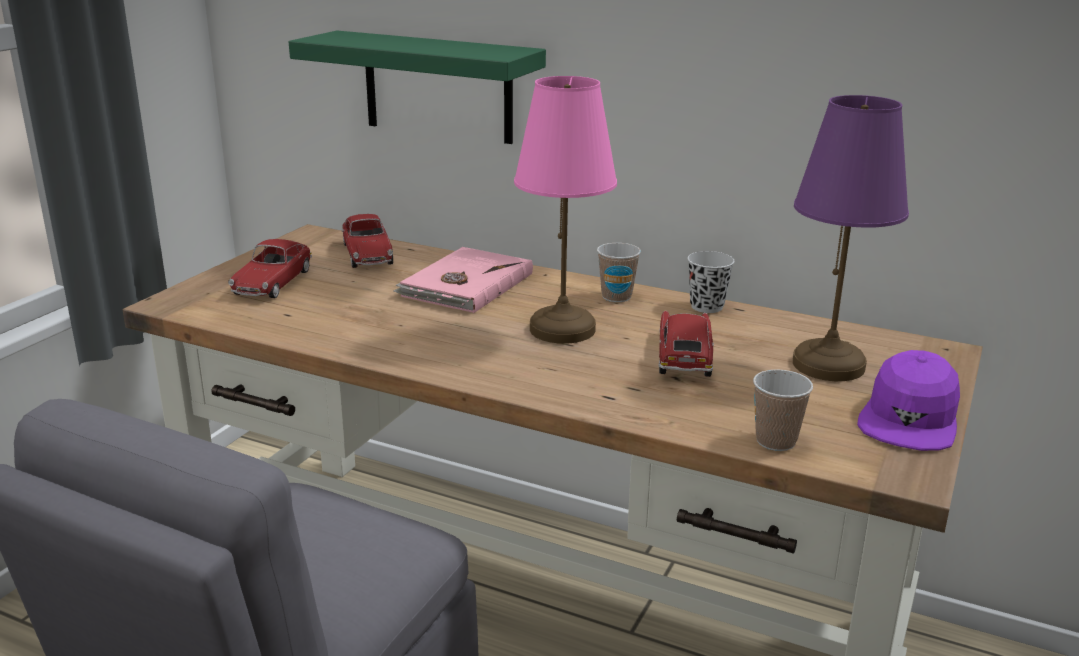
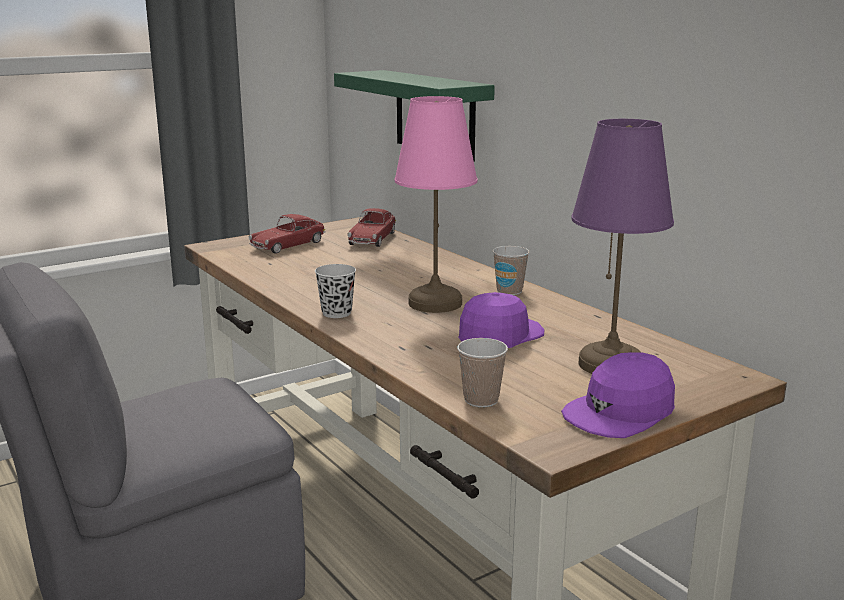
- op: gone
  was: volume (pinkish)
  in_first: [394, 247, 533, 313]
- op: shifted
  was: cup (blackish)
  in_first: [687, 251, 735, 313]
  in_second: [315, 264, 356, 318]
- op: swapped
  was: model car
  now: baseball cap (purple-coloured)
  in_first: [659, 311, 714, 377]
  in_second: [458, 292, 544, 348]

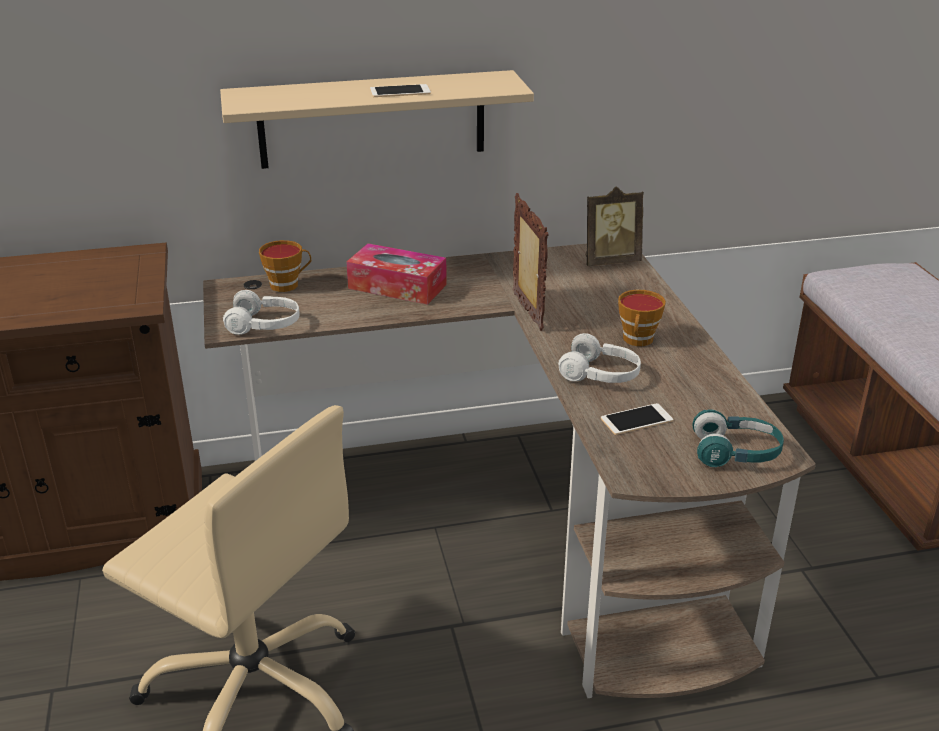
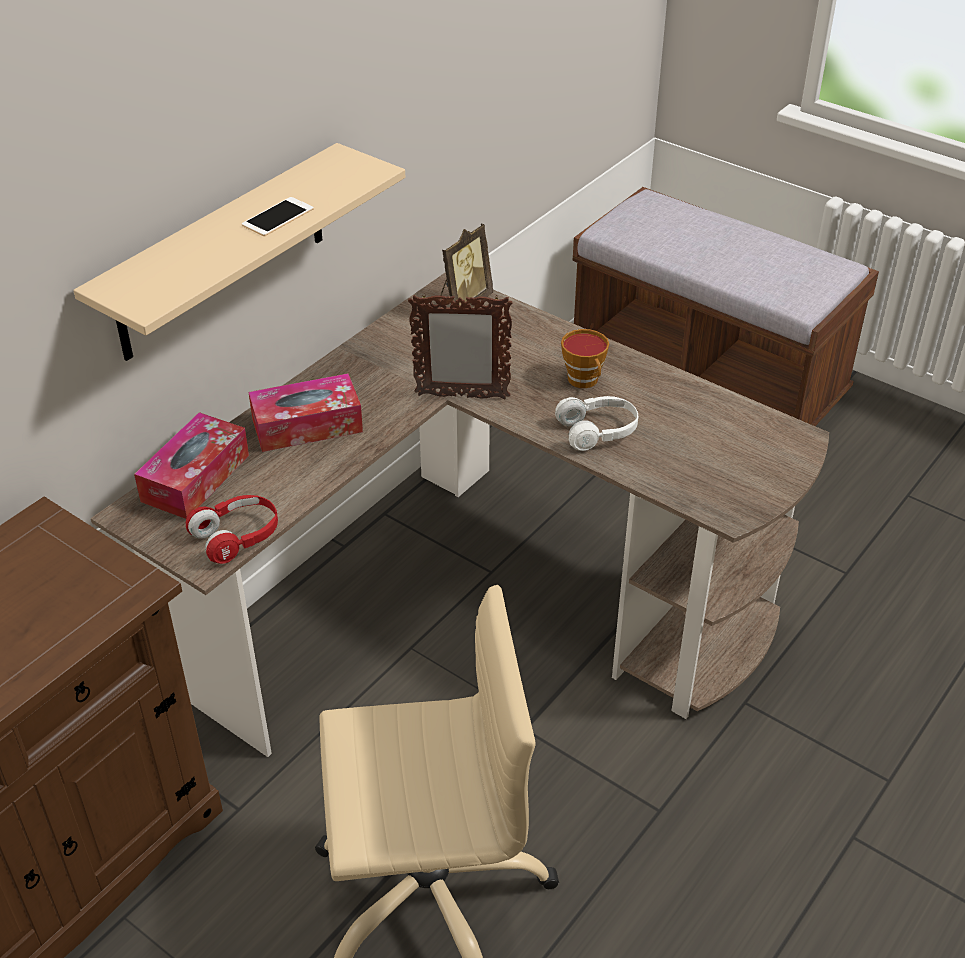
- op: rotated
  was: standing frame
  in_first: [513, 193, 549, 331]
  in_second: [408, 294, 512, 400]
  clockwise: 150
- op: swapped
  was: cup
  now: box of tissues
  in_first: [259, 240, 311, 292]
  in_second: [134, 412, 249, 519]
- op: repainted
  was: headphones (white)
  now: headphones (reddish)
  in_first: [223, 290, 300, 335]
  in_second: [186, 495, 278, 564]
- op: gone
  was: handset
  in_first: [601, 403, 673, 435]
- op: gone
  was: headphones (blue-green)
  in_first: [692, 409, 784, 467]

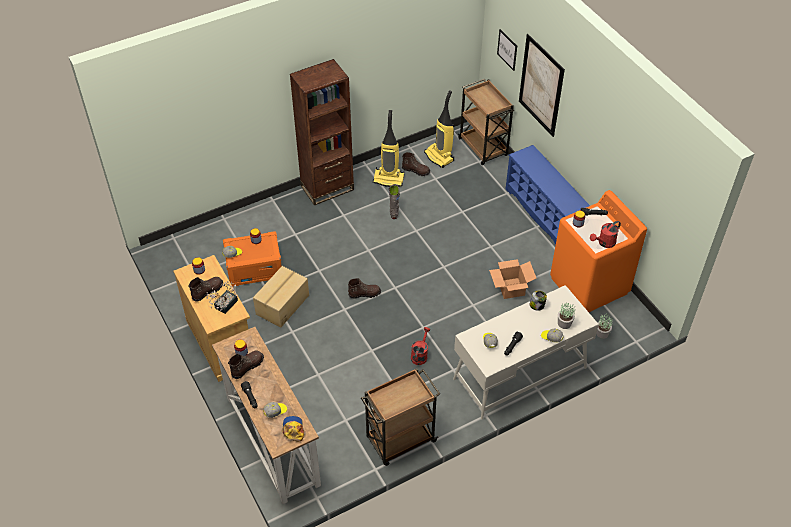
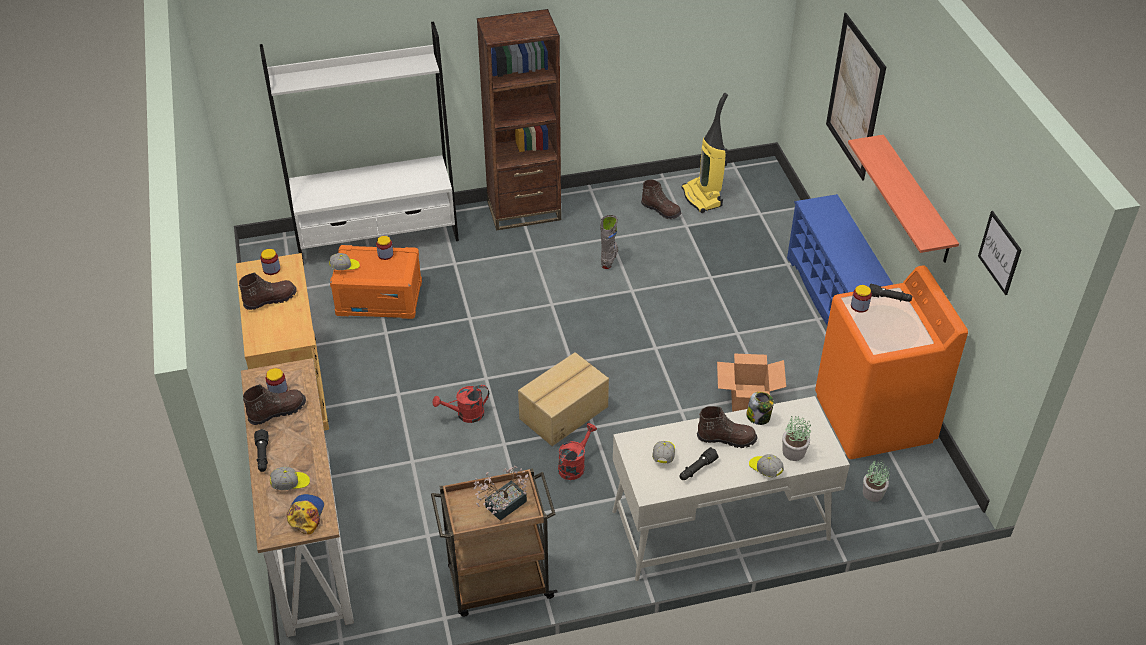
- op: shifted
  was: wall art
  in_first: [497, 29, 517, 71]
  in_second: [978, 211, 1022, 295]
- op: gone
  was: wheeled cart (brownish)
  in_first: [458, 79, 514, 165]
- op: gone
  was: hoover
  in_first: [373, 110, 404, 187]
- op: shifted
  was: watering can (reddish)
  in_first: [590, 221, 621, 248]
  in_second: [433, 385, 489, 423]
- op: shifted
  was: packing box
  in_first: [253, 266, 309, 328]
  in_second: [518, 352, 609, 446]
- op: shifted
  was: high-top boot (brownish)
  in_first: [348, 278, 381, 299]
  in_second: [697, 406, 758, 448]
- op: shifted
  was: potted plant
  in_first: [206, 281, 238, 314]
  in_second: [473, 466, 528, 521]
- op: new
  now: bookcase (white)
  in_second: [260, 22, 459, 266]
- op: new
  now: wall shelf
  in_second: [848, 135, 959, 263]

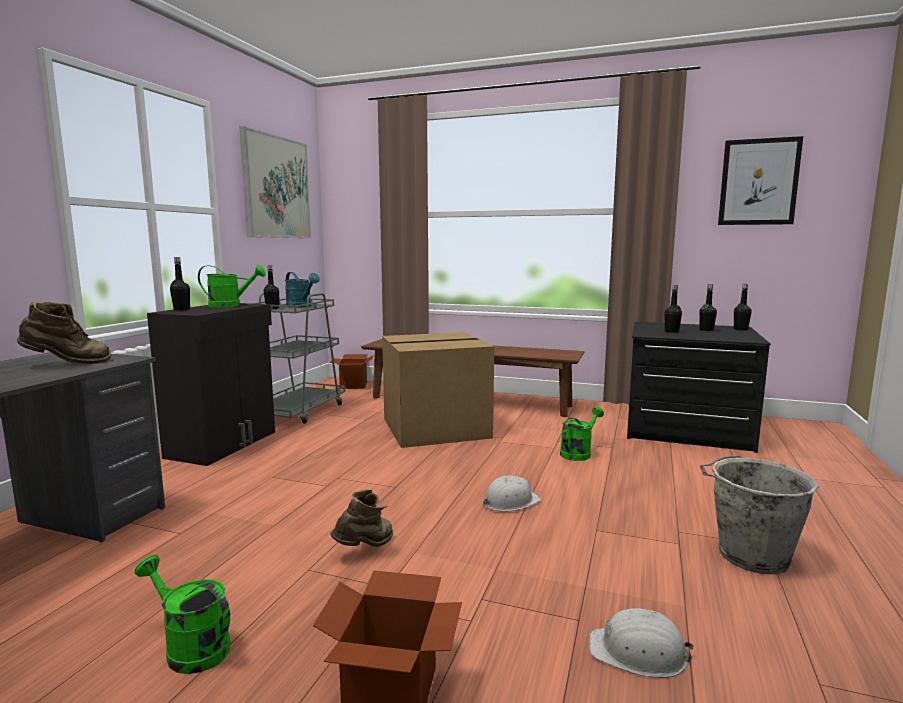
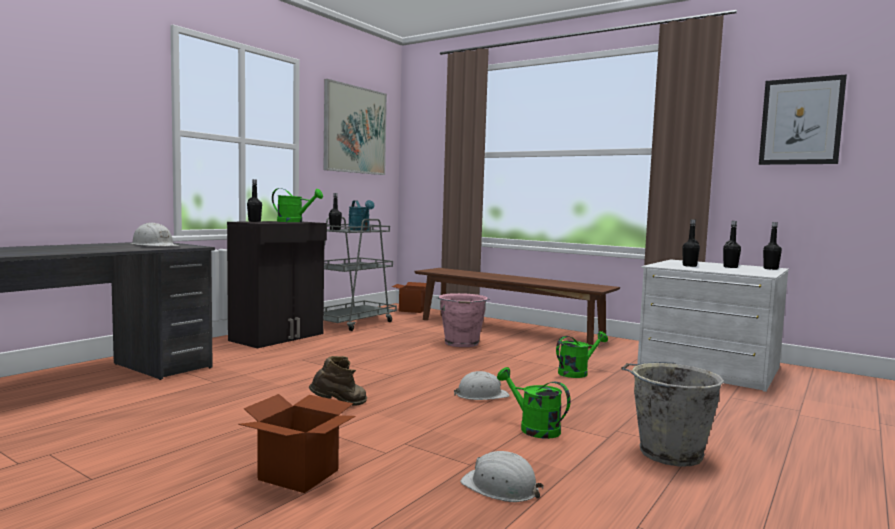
- op: swapped
  was: high-top boot (brownish)
  now: work helmet (white)
  in_first: [17, 302, 111, 364]
  in_second: [131, 223, 179, 246]
- op: repainted
  was: drawer chest (blackish)
  now: drawer chest (white)
  in_first: [627, 322, 771, 453]
  in_second: [637, 259, 789, 392]
- op: swapped
  was: packing box
  now: water bucket (pinkish)
  in_first: [382, 332, 494, 448]
  in_second: [437, 293, 490, 347]
- op: shifted
  was: watering can (greenish)
  in_first: [135, 555, 231, 674]
  in_second: [497, 367, 570, 439]

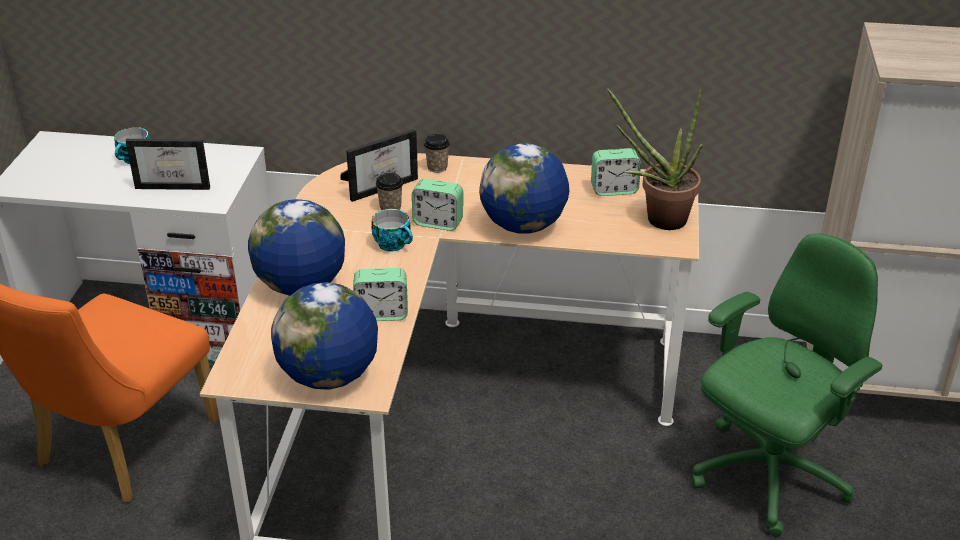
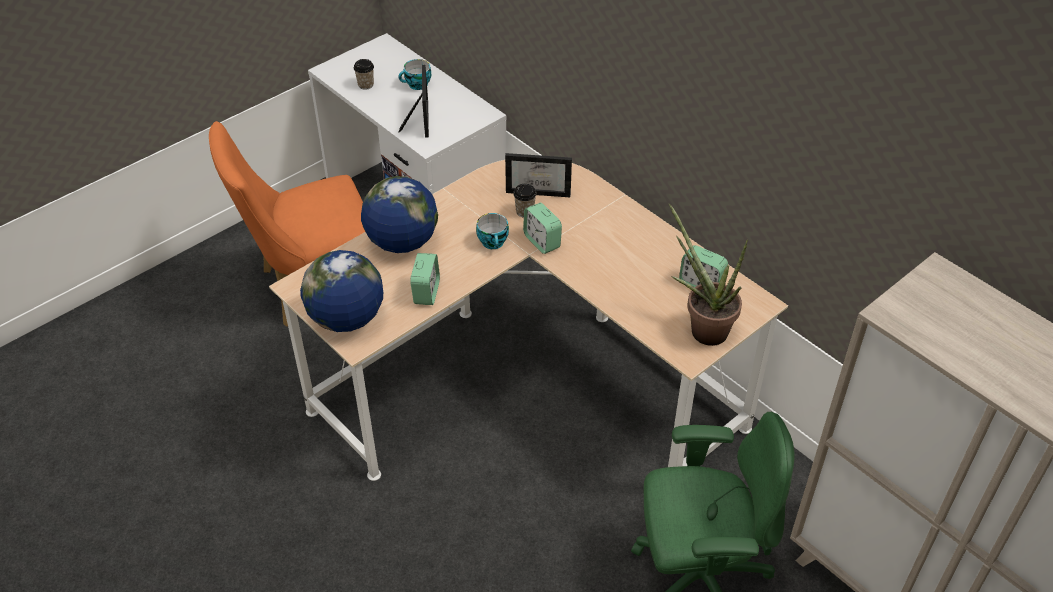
- op: shifted
  was: cup
  in_first: [424, 134, 450, 173]
  in_second: [354, 59, 374, 90]
- op: rotated
  was: standing frame
  in_first: [126, 139, 210, 190]
  in_second: [398, 65, 429, 138]
  clockwise: -135
- op: gone
  was: globe
  in_first: [479, 143, 569, 233]
- op: rotated
  was: bedside clock
  in_first: [353, 268, 408, 321]
  in_second: [410, 253, 440, 305]
  clockwise: -120

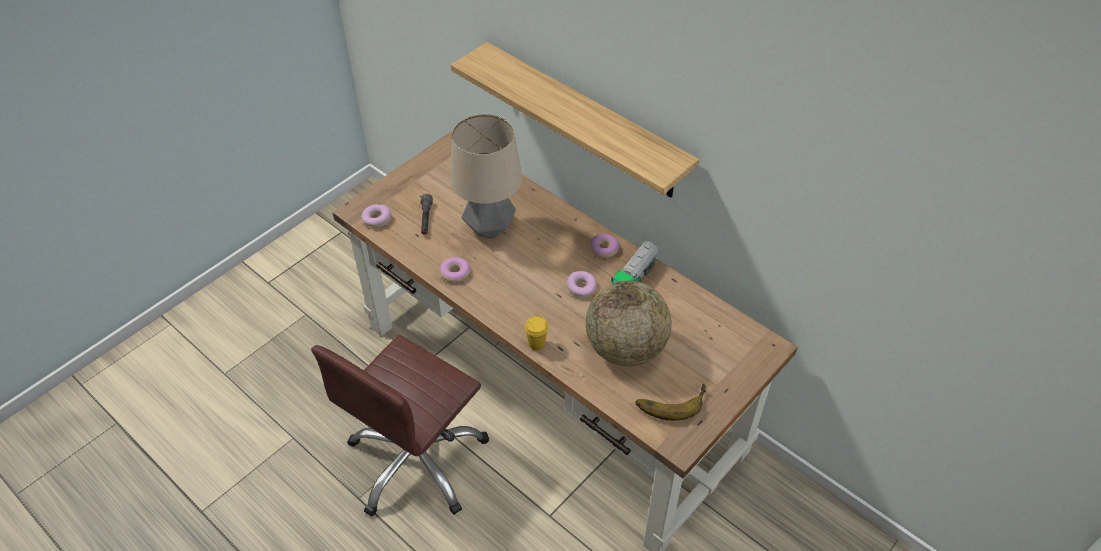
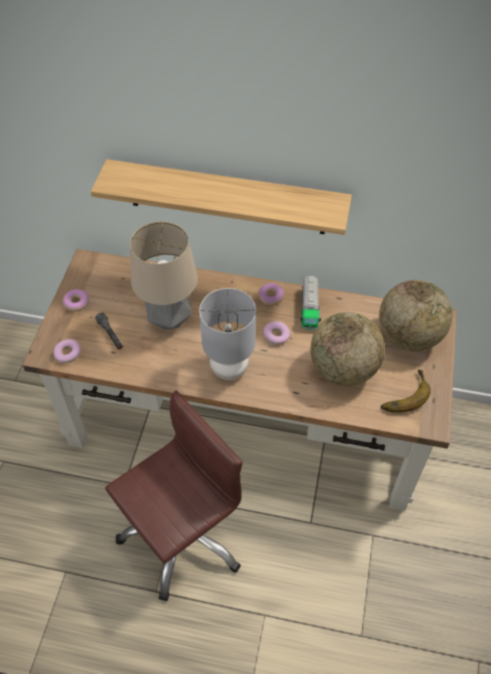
- op: shifted
  was: doughnut
  in_first: [440, 257, 471, 283]
  in_second: [63, 289, 89, 311]
- op: gone
  was: cup (yellow-coloured)
  in_first: [525, 316, 549, 350]
- op: rotated
  was: desk chair (brownish)
  in_first: [311, 335, 489, 517]
  in_second: [105, 390, 243, 601]
  clockwise: -135
- op: new
  now: globe
  in_second: [379, 280, 452, 351]
- op: new
  now: lamp for a table (gray)
  in_second: [199, 288, 256, 380]

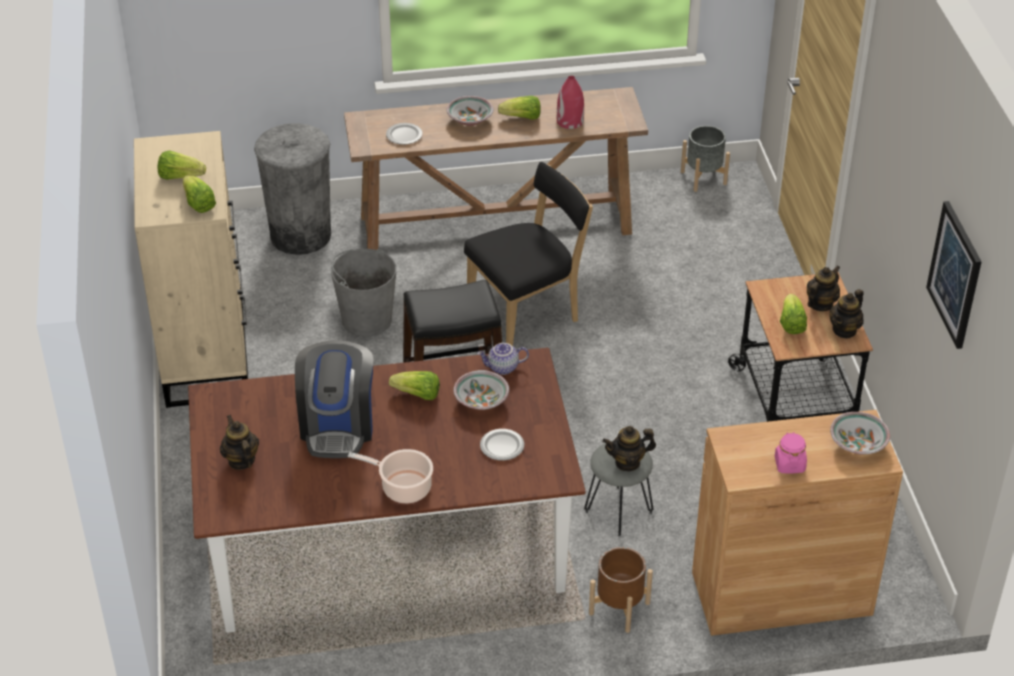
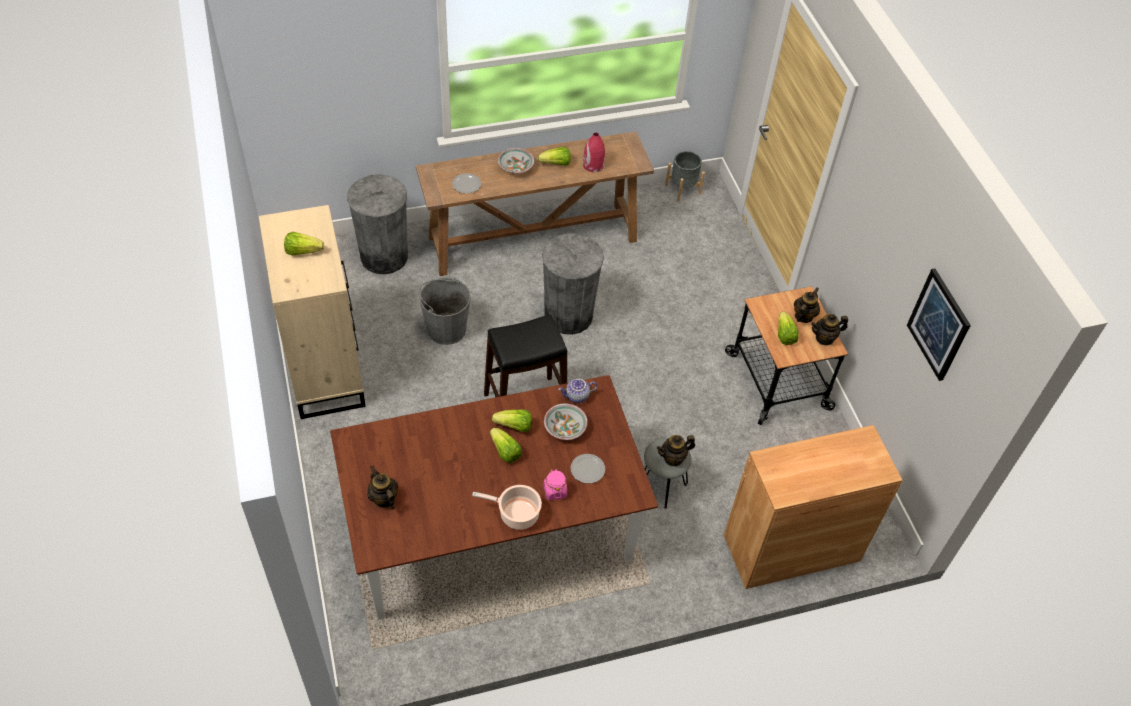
- op: swapped
  was: plain chair (blackish)
  now: trash can (gray)
  in_first: [464, 162, 593, 346]
  in_second: [542, 233, 604, 335]
- op: shifted
  was: lettuce
  in_first: [183, 175, 216, 213]
  in_second: [490, 428, 522, 463]
- op: rotated
  was: pot for tea
  in_first: [830, 289, 864, 339]
  in_second: [811, 314, 848, 346]
  clockwise: 45
- op: gone
  was: coffee machine
  in_first: [295, 340, 374, 458]
- op: gone
  was: serving bowl
  in_first: [830, 412, 890, 454]
- op: shifted
  was: storage jar (pinkish)
  in_first: [775, 432, 807, 473]
  in_second: [544, 469, 567, 500]
- op: gone
  was: plant pot (brownish)
  in_first: [589, 547, 653, 633]

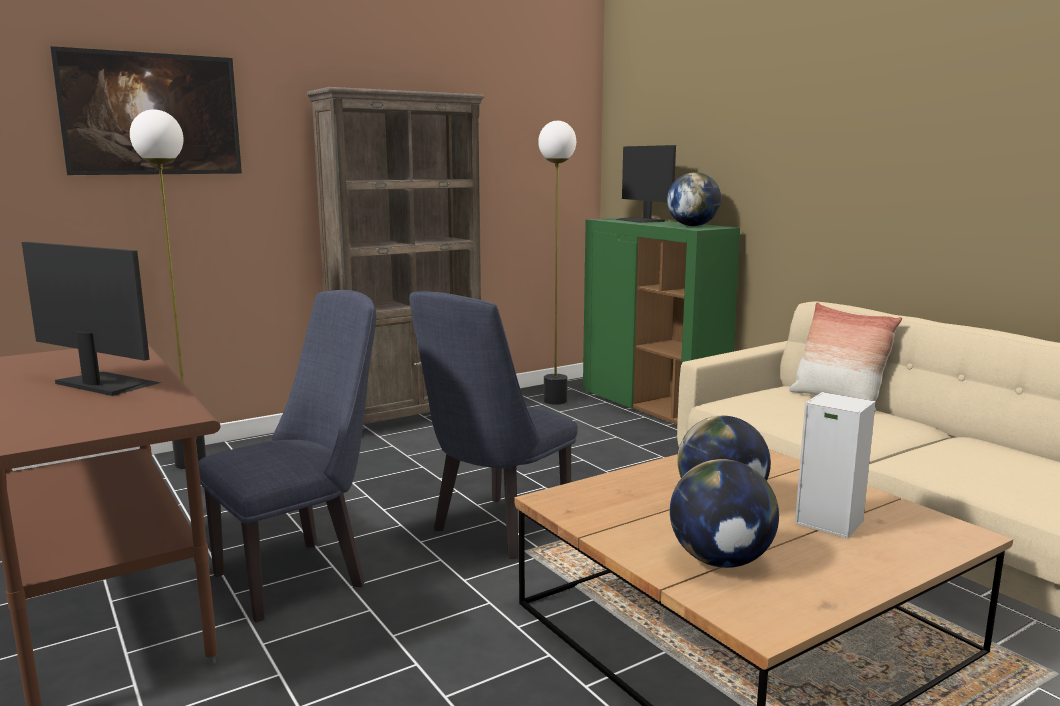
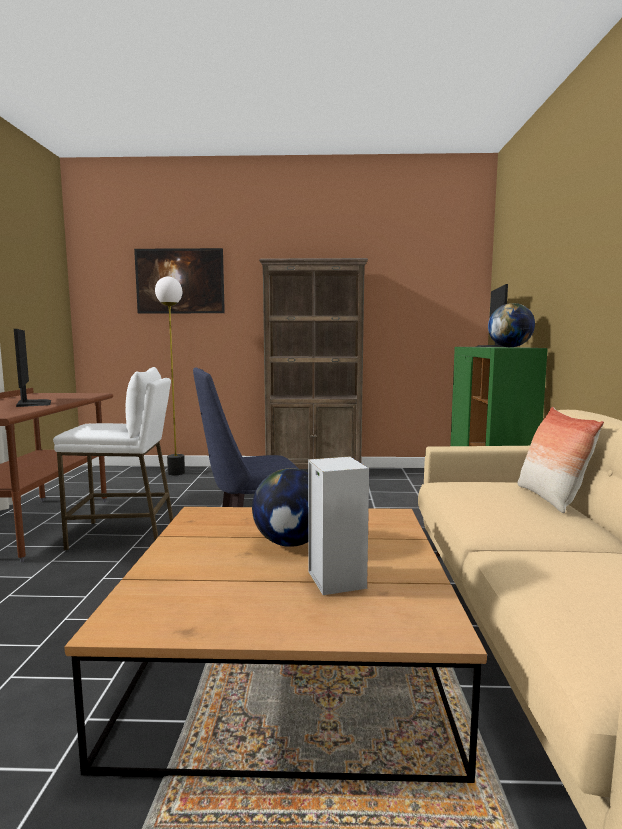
- op: gone
  was: standing lamp
  in_first: [538, 121, 576, 405]
- op: swapped
  was: plain chair (blue)
  now: stool (white)
  in_first: [198, 290, 376, 622]
  in_second: [53, 367, 173, 551]
- op: gone
  was: globe
  in_first: [670, 459, 779, 568]

